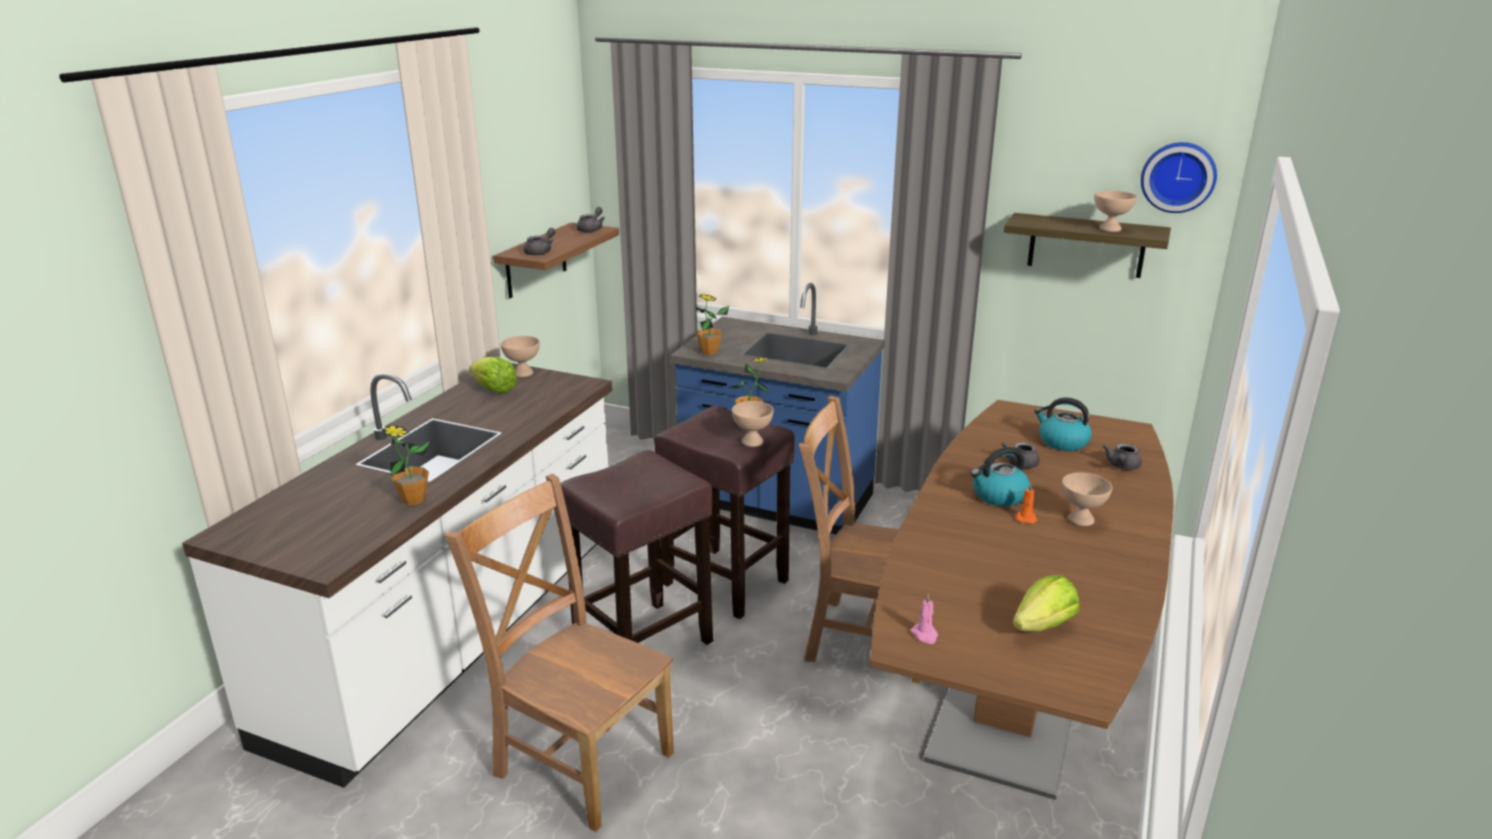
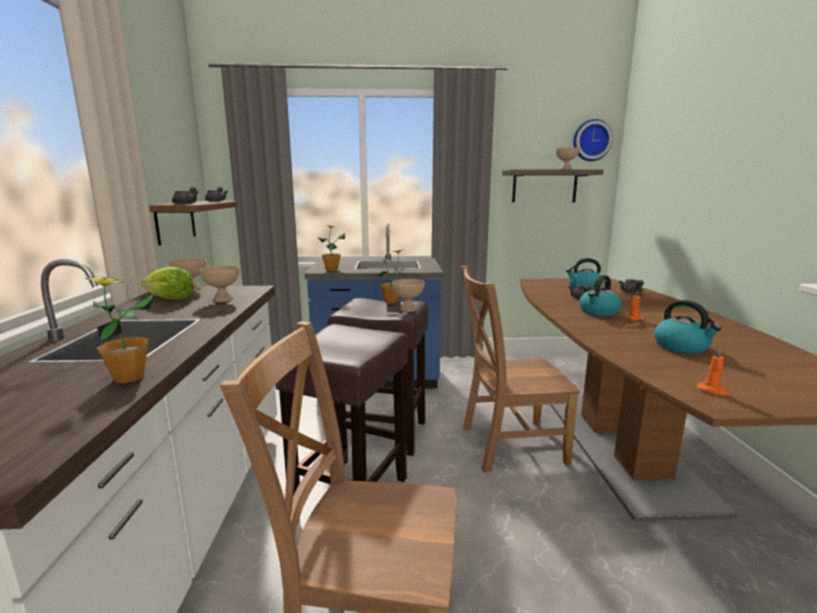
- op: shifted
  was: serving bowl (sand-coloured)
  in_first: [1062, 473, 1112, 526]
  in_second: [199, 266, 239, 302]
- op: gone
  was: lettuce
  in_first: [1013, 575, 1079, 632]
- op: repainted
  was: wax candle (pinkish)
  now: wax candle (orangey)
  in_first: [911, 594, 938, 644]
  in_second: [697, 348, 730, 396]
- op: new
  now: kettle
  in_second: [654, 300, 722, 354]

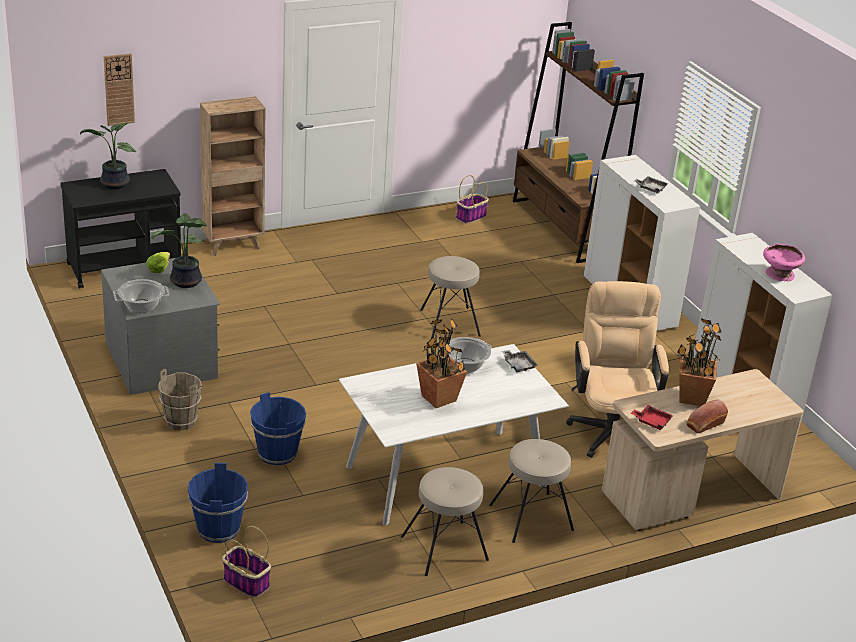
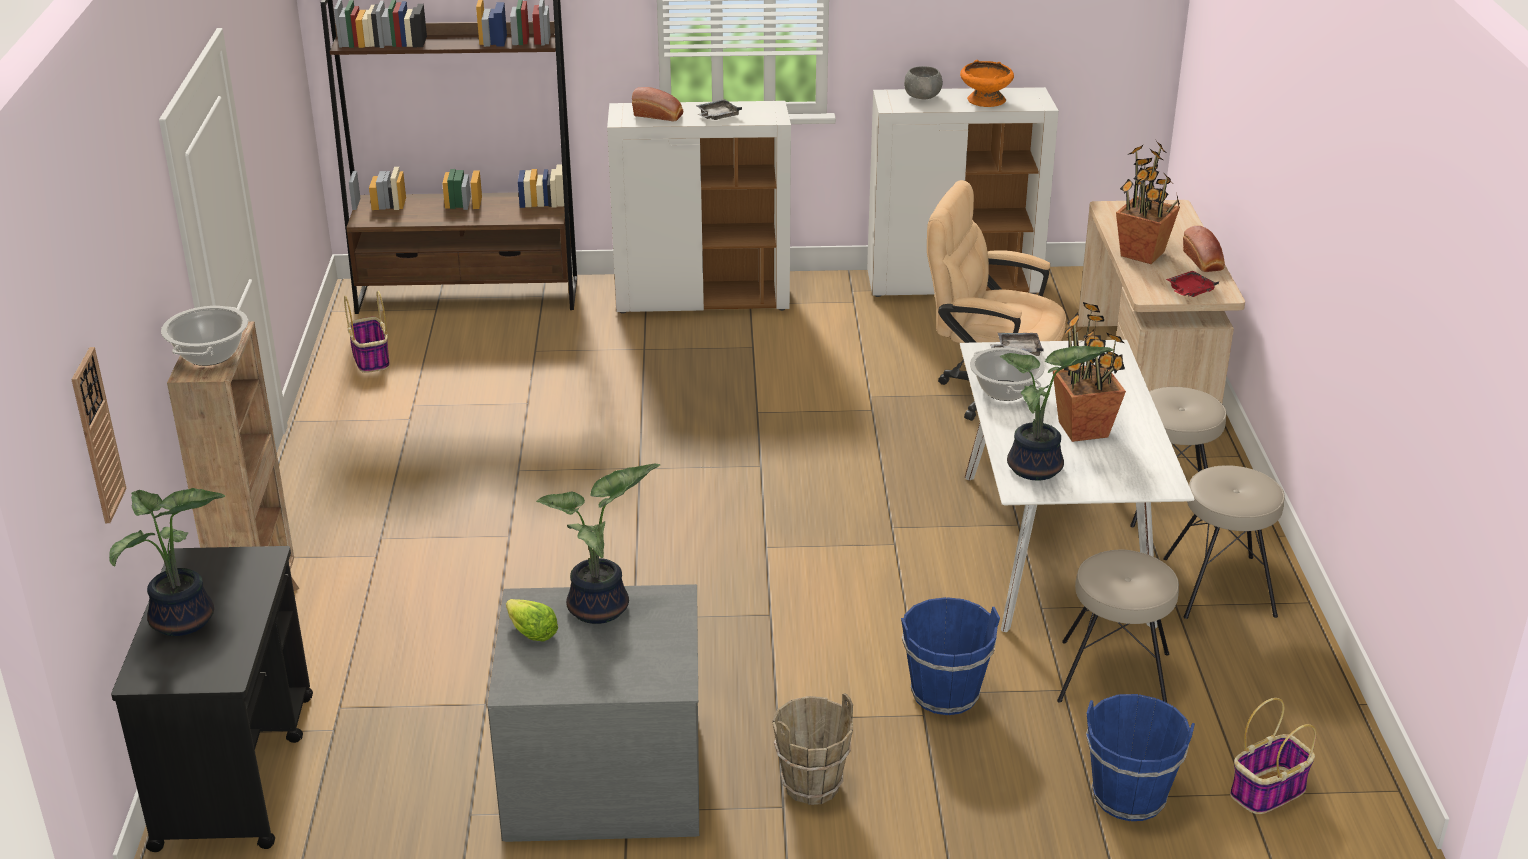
- op: repainted
  was: serving bowl (pinkish)
  now: serving bowl (orangey)
  in_first: [763, 243, 805, 281]
  in_second: [960, 60, 1014, 107]
- op: shifted
  was: stool (sand-coloured)
  in_first: [420, 256, 481, 338]
  in_second: [1057, 549, 1179, 703]
- op: shifted
  was: saucepot
  in_first: [113, 279, 169, 313]
  in_second: [161, 306, 248, 366]
- op: new
  now: serving bowl (gray)
  in_second: [904, 66, 943, 99]
- op: new
  now: bakery bread
  in_second: [632, 87, 683, 121]
- op: new
  now: potted plant
  in_second: [1000, 346, 1114, 480]

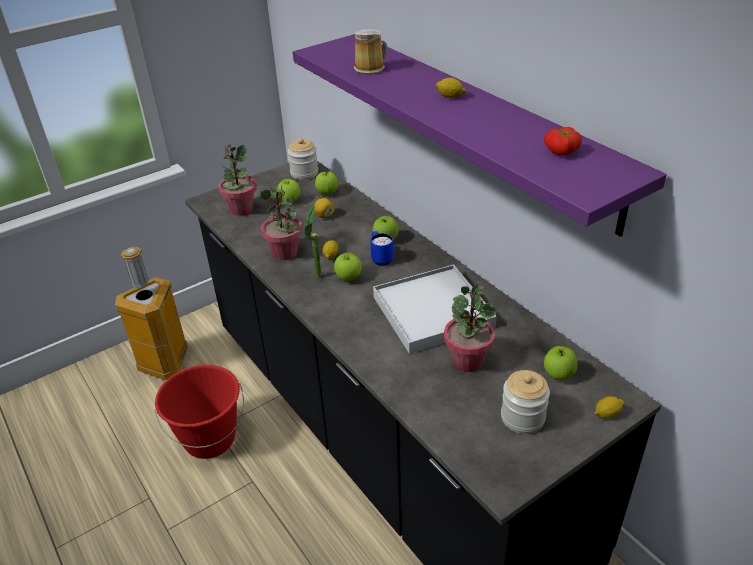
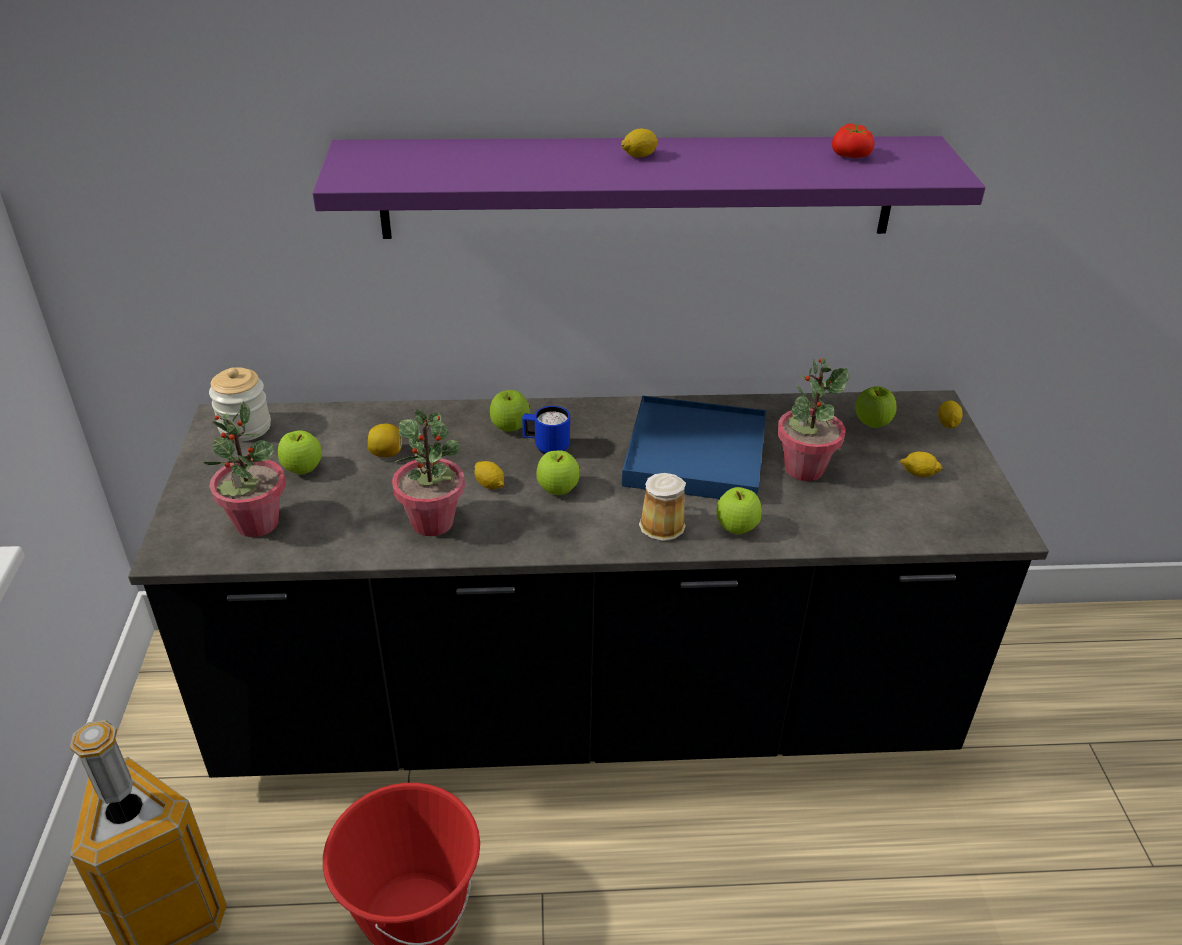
- op: shifted
  was: coffee mug
  in_first: [354, 29, 387, 74]
  in_second: [639, 473, 686, 541]
- op: shifted
  was: apple
  in_first: [315, 171, 338, 195]
  in_second: [716, 487, 762, 534]
- op: gone
  was: potted plant
  in_first: [298, 206, 322, 278]
- op: repainted
  was: carrying tray (white)
  now: carrying tray (blue)
  in_first: [373, 265, 496, 354]
  in_second: [622, 396, 766, 499]
- op: swapped
  was: storage jar
  now: lemon
  in_first: [501, 370, 550, 434]
  in_second: [900, 452, 943, 477]

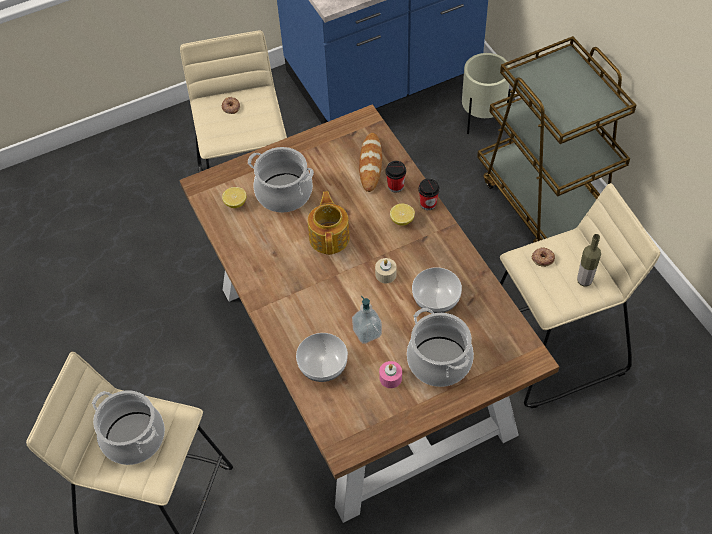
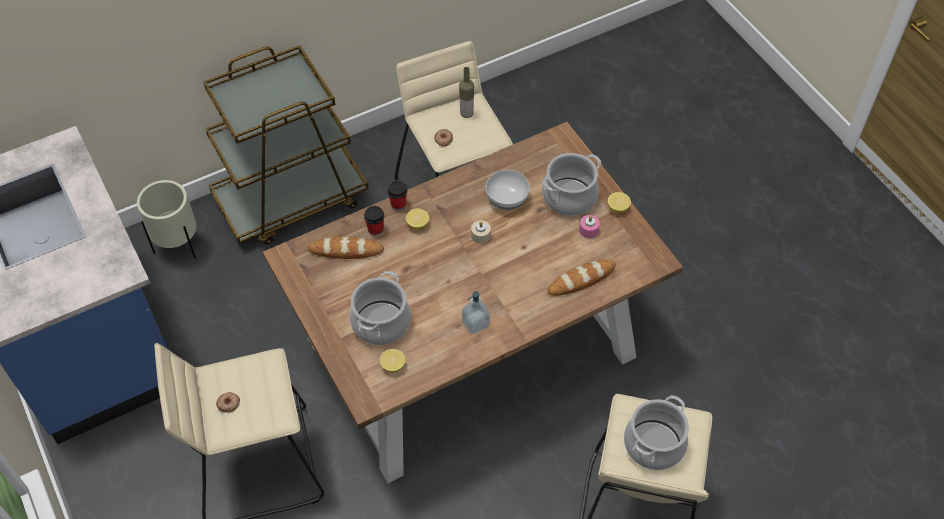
- op: gone
  was: pot for tea
  in_first: [308, 191, 350, 255]
- op: shifted
  was: soap dispenser
  in_first: [352, 296, 382, 344]
  in_second: [462, 291, 490, 334]
- op: swapped
  was: serving bowl
  now: bakery bread
  in_first: [296, 333, 348, 382]
  in_second: [547, 260, 616, 296]
- op: new
  now: lemon
  in_second: [608, 192, 631, 213]

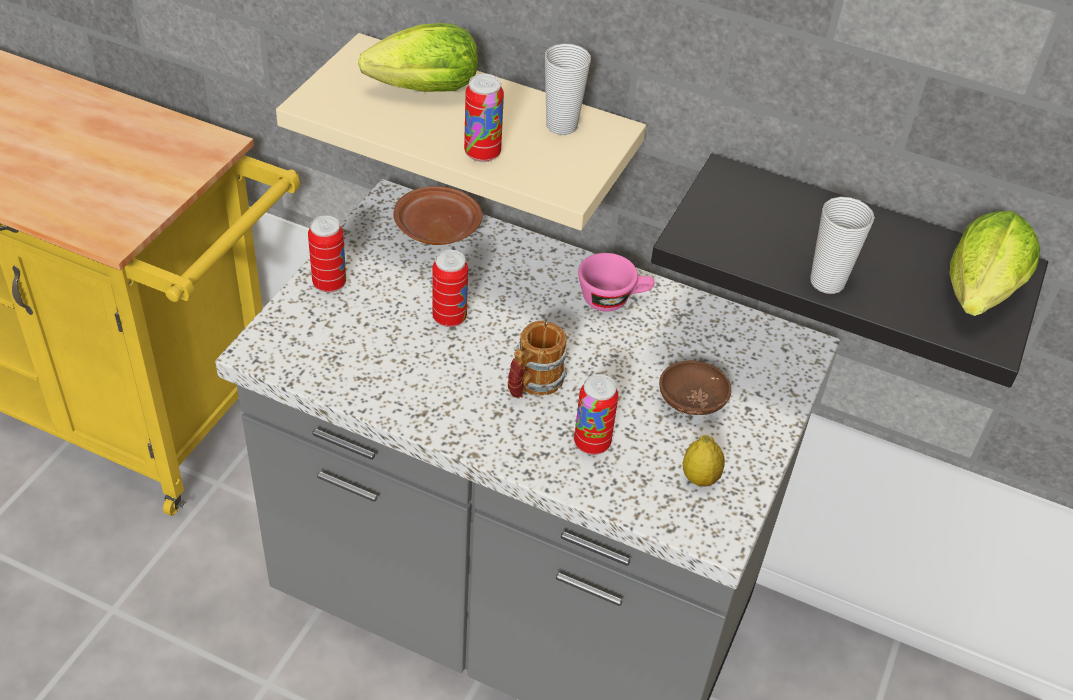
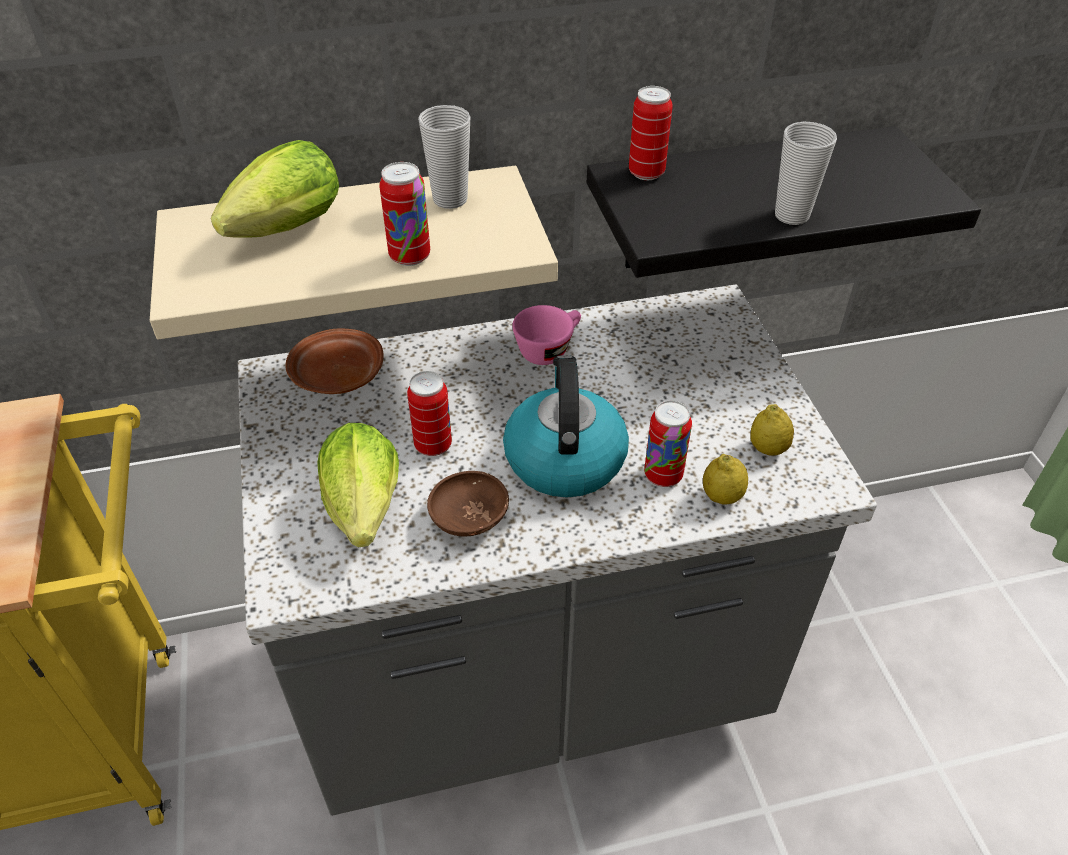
- op: shifted
  was: lettuce
  in_first: [950, 211, 1040, 316]
  in_second: [317, 423, 399, 547]
- op: shifted
  was: sealed can
  in_first: [308, 215, 346, 292]
  in_second: [629, 86, 673, 180]
- op: swapped
  was: coffee mug
  now: kettle
  in_first: [508, 321, 568, 399]
  in_second: [503, 355, 629, 497]
- op: shifted
  was: serving bowl (brownish)
  in_first: [659, 360, 731, 415]
  in_second: [427, 471, 509, 537]
- op: new
  now: lemon
  in_second: [703, 454, 748, 504]

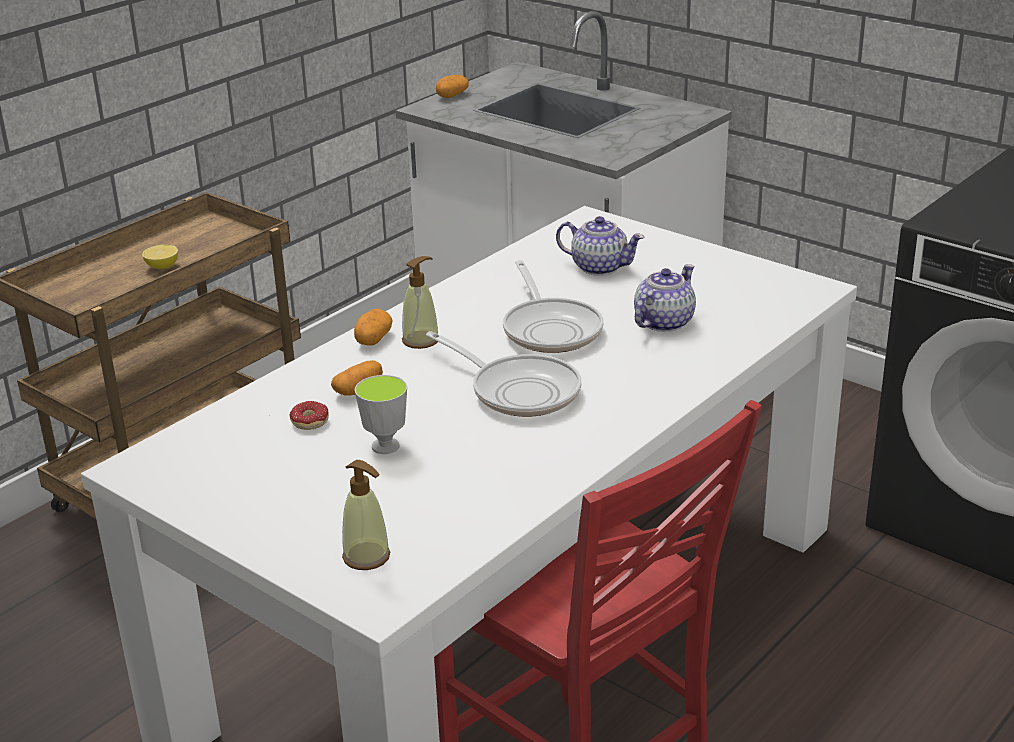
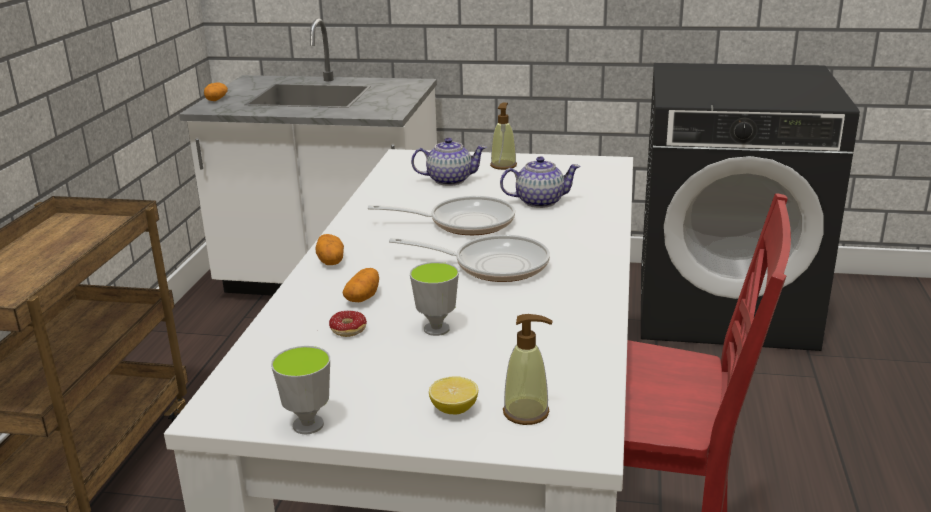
- op: shifted
  was: lemon
  in_first: [142, 245, 178, 270]
  in_second: [429, 377, 478, 414]
- op: shifted
  was: soap dispenser
  in_first: [402, 256, 438, 349]
  in_second: [490, 103, 517, 170]
- op: rotated
  was: frying pan
  in_first: [503, 260, 603, 353]
  in_second: [368, 196, 515, 235]
  clockwise: -45
- op: rotated
  was: pot for tea
  in_first: [634, 264, 696, 332]
  in_second: [500, 156, 581, 208]
  clockwise: 75
- op: new
  now: cup
  in_second: [271, 346, 330, 434]

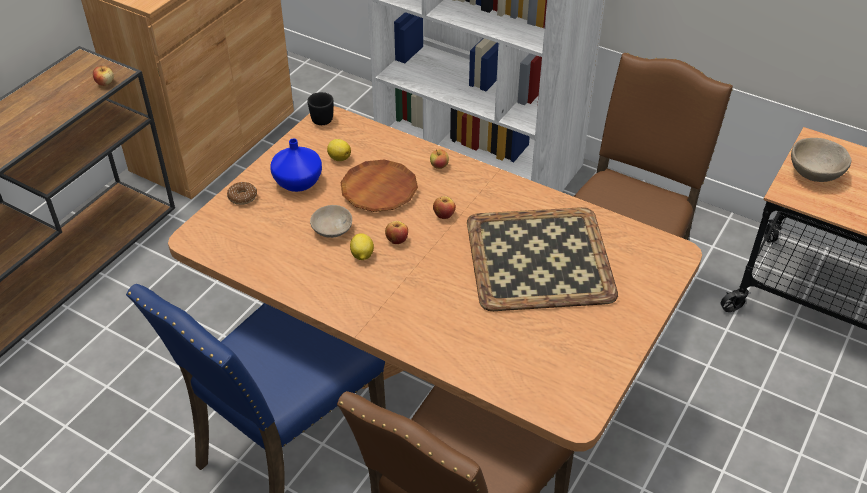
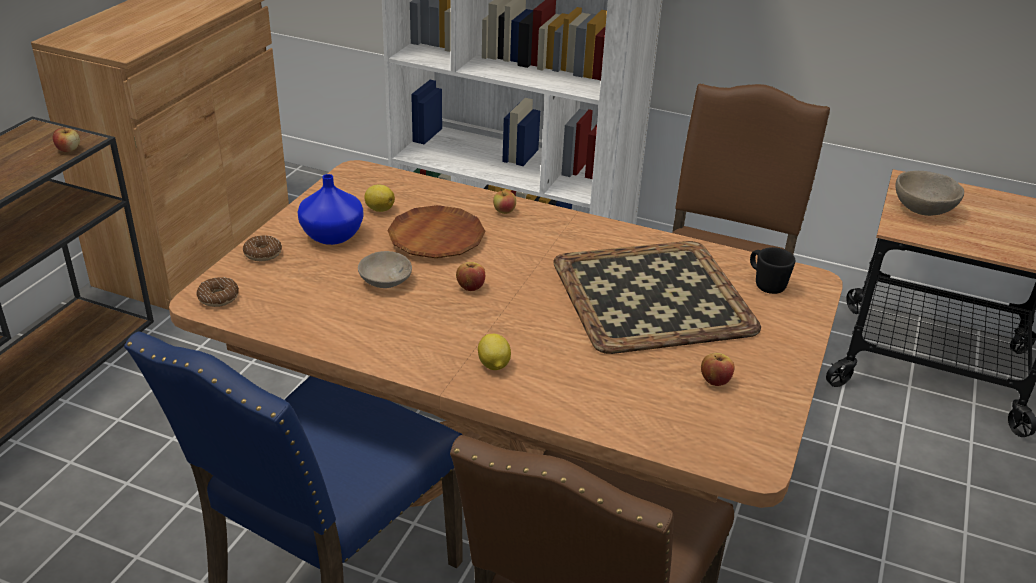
- op: shifted
  was: coffee mug (blackish)
  in_first: [307, 92, 334, 125]
  in_second: [750, 247, 795, 294]
- op: shifted
  was: apple
  in_first: [433, 196, 456, 219]
  in_second: [701, 353, 734, 386]
- op: shifted
  was: lemon
  in_first: [350, 233, 374, 260]
  in_second: [478, 334, 511, 370]
- op: new
  now: doughnut
  in_second: [196, 277, 239, 307]

